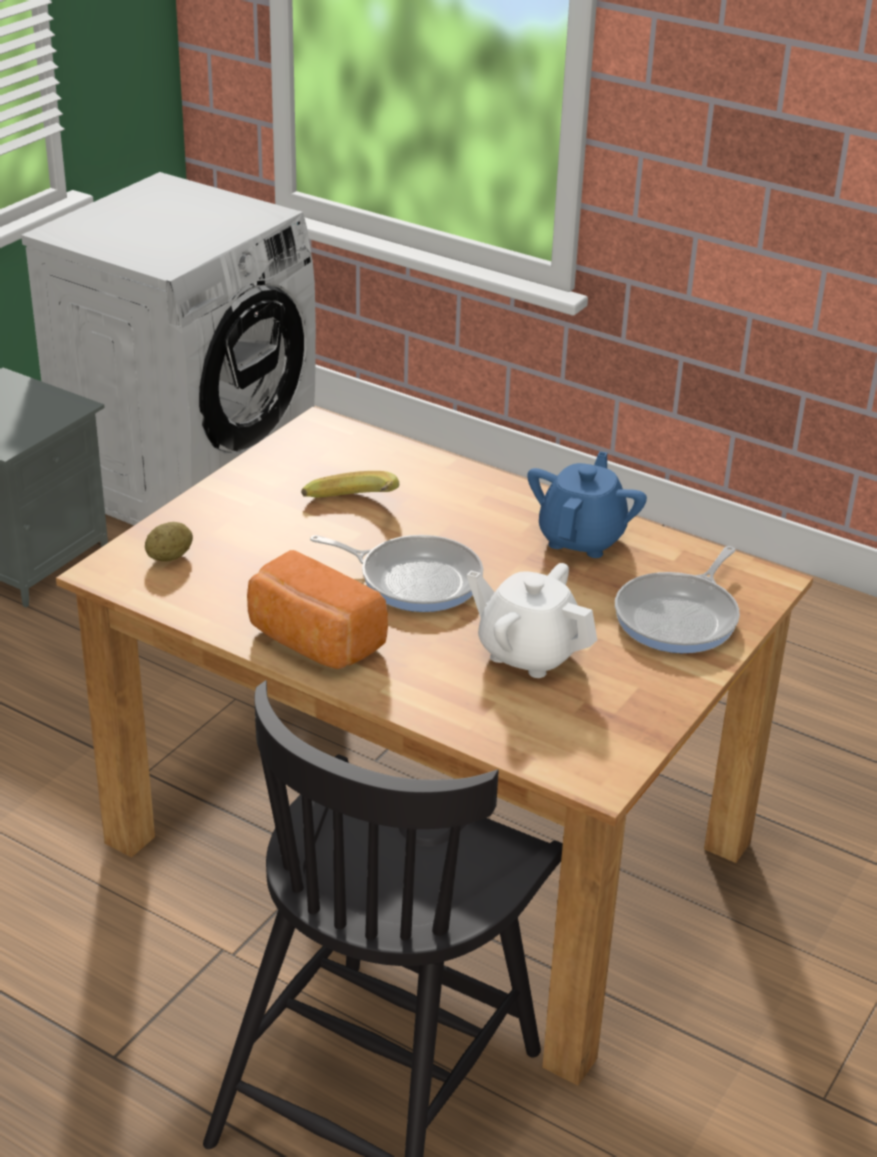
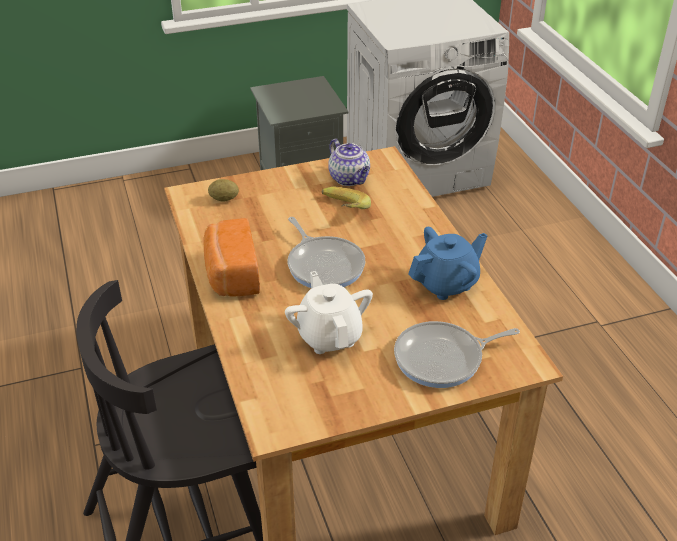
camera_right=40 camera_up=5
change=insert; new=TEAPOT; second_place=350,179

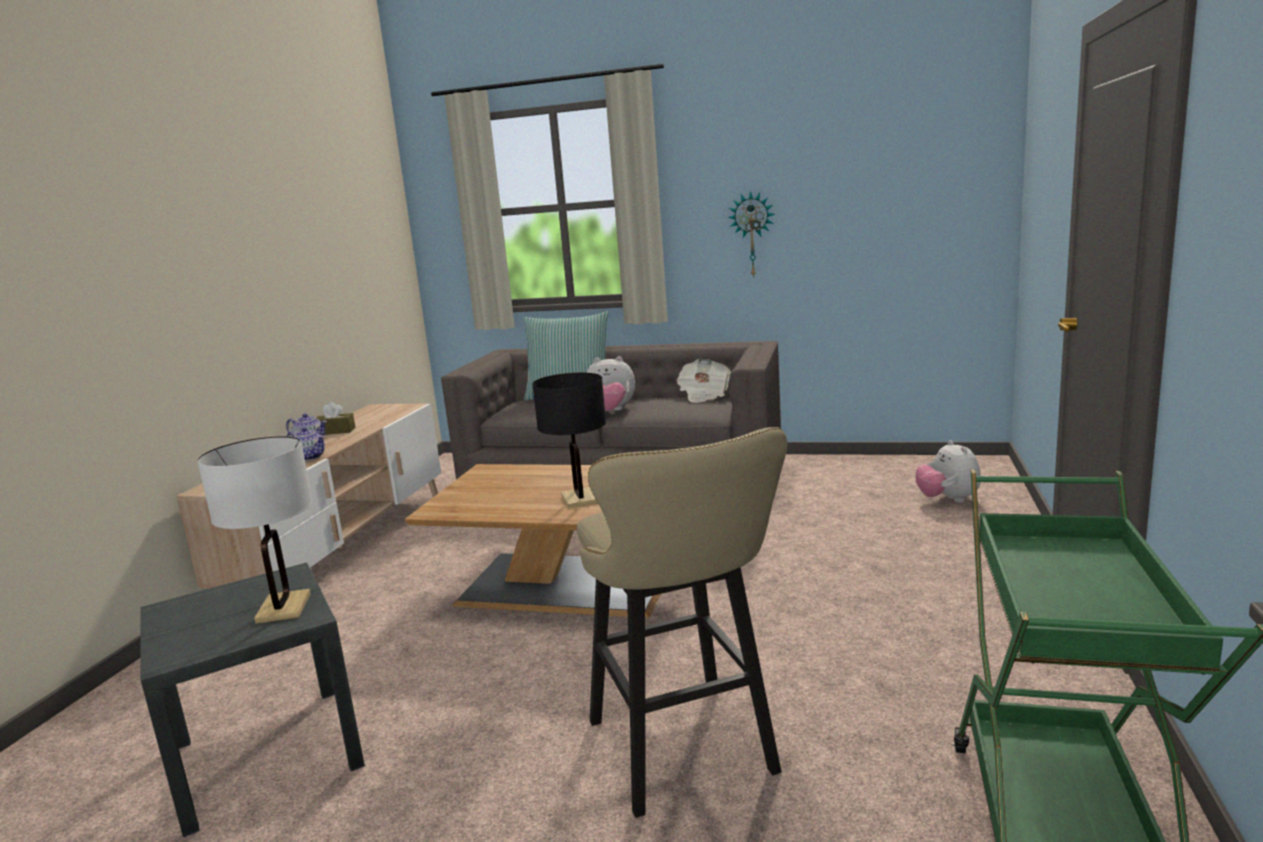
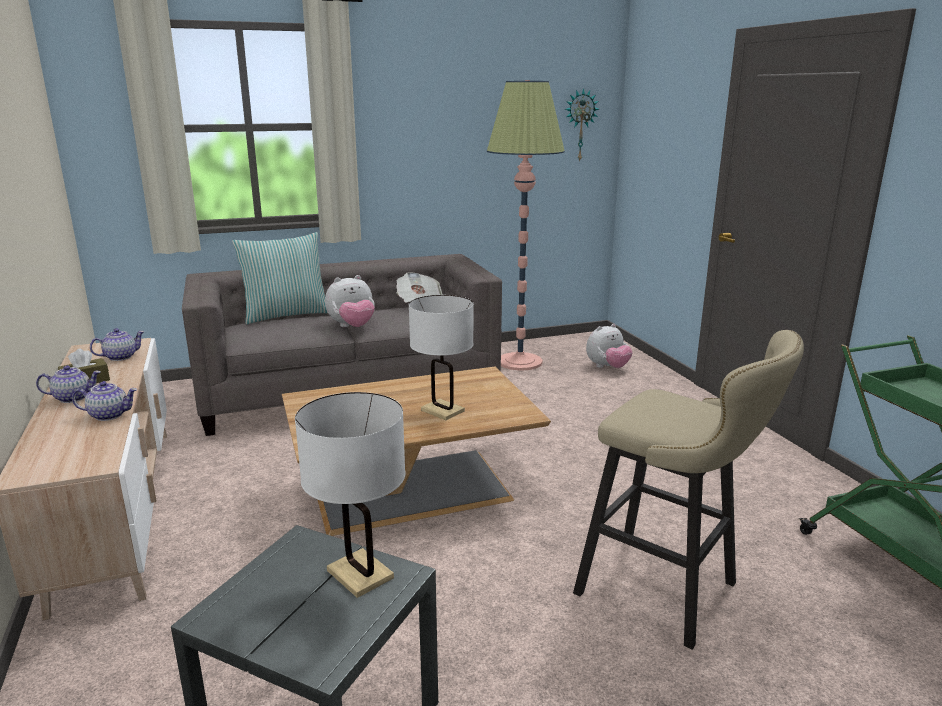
camera_right=-35 camera_up=5
change=recolor; old=BLACK TABLE LAMP; new=WHITE TABLE LAMP; first_place=579,499; second_place=442,411
change=move; old=WALL CLOCK; first_place=752,235; second_place=580,125
change=rotate; old=PLUSH TOY; first_place=947,500; second_place=607,367; degrees=-75
change=insert; new=TEAPOT; second_place=121,357
change=insert; new=FLOOR LAMP; second_place=520,362

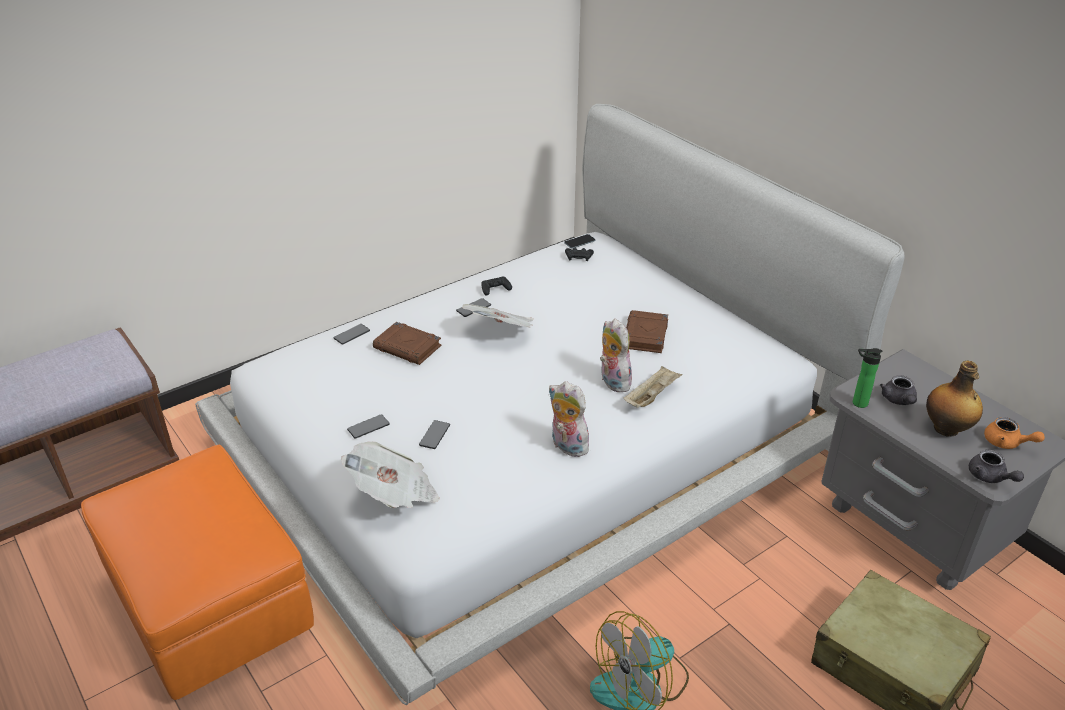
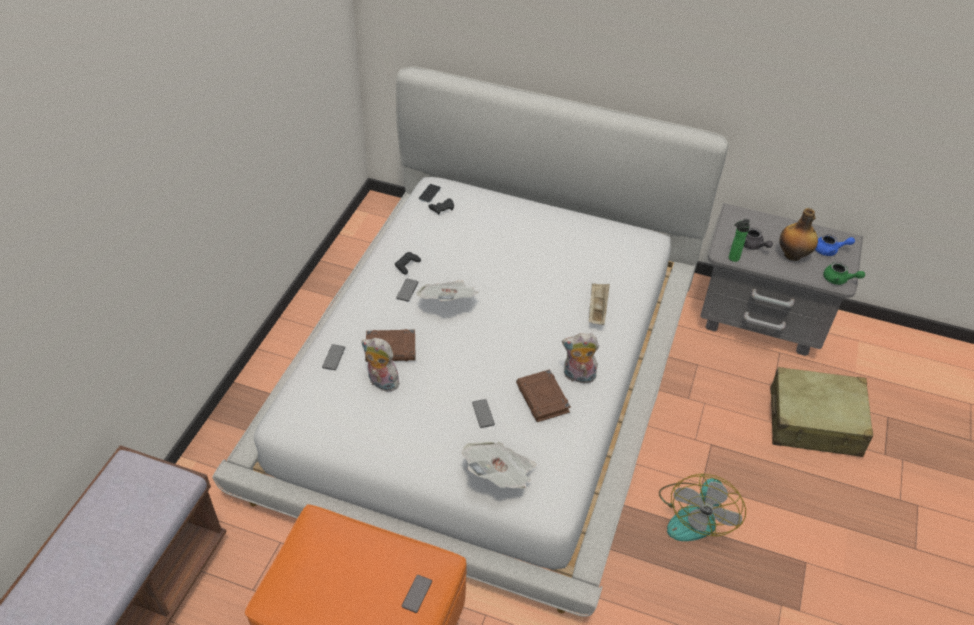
camera_right=-35 camera_up=10
change=move; old=PHONE; first_place=368,427; second_place=417,594
change=move; old=PLUSH TOY; first_place=612,381; second_place=381,382
change=move; old=BROWN BOOK; first_place=645,336; second_place=543,399
change=recolor; old=GREY TEAPOT; new=GREEN TEAPOT; first_place=990,477; second_place=839,280
change=recolor; old=ORANGE TEAPOT; new=BLUE TEAPOT; first_place=1006,443; second_place=829,250

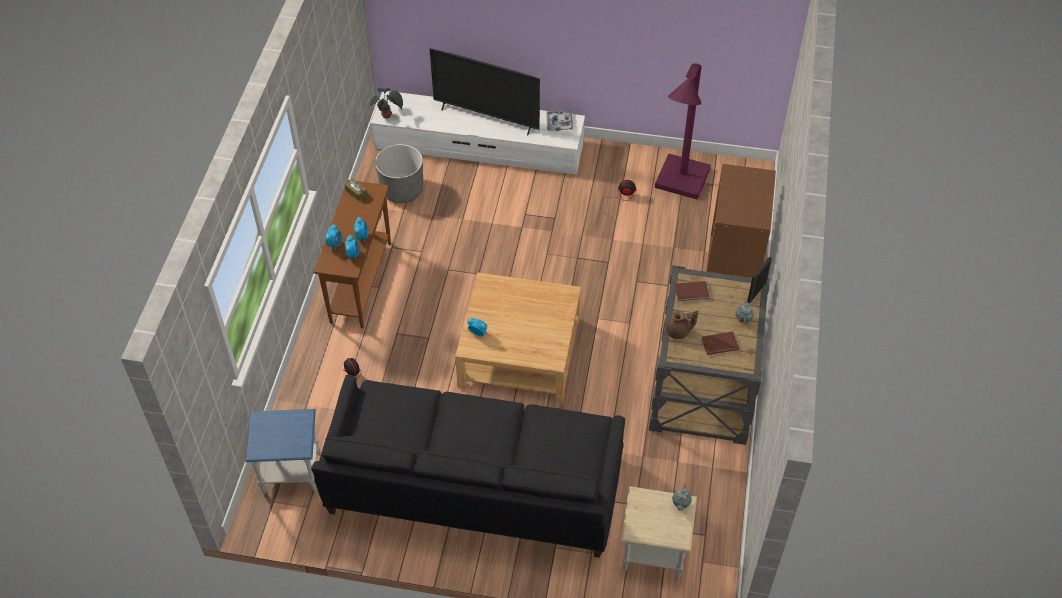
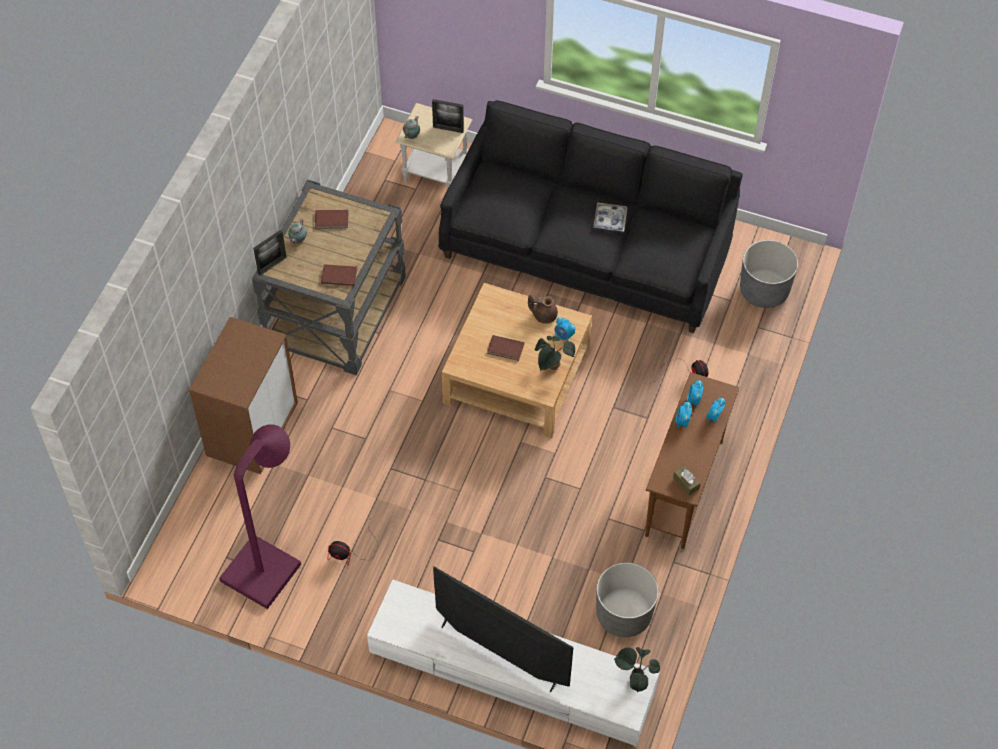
camera_right=-170 camera_up=5
change=replace; old=BLUE SIDE TABLE; new=GREY PLANTER; first_place=290,471; second_place=764,290
change=move; old=TRAY; first_place=559,123; second_place=610,220
change=move; old=BROWN TEAPOT; first_place=679,332; second_place=543,315
change=insert; new=PICTURE FRAME; second_place=448,129
change=insert; new=BROWN BOOK; second_place=505,349
change=insert; new=POTTED PLANT; second_place=552,367

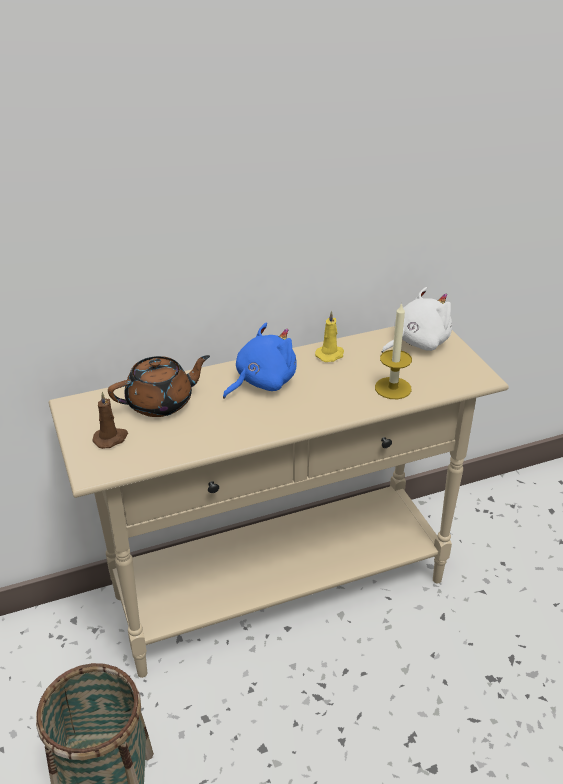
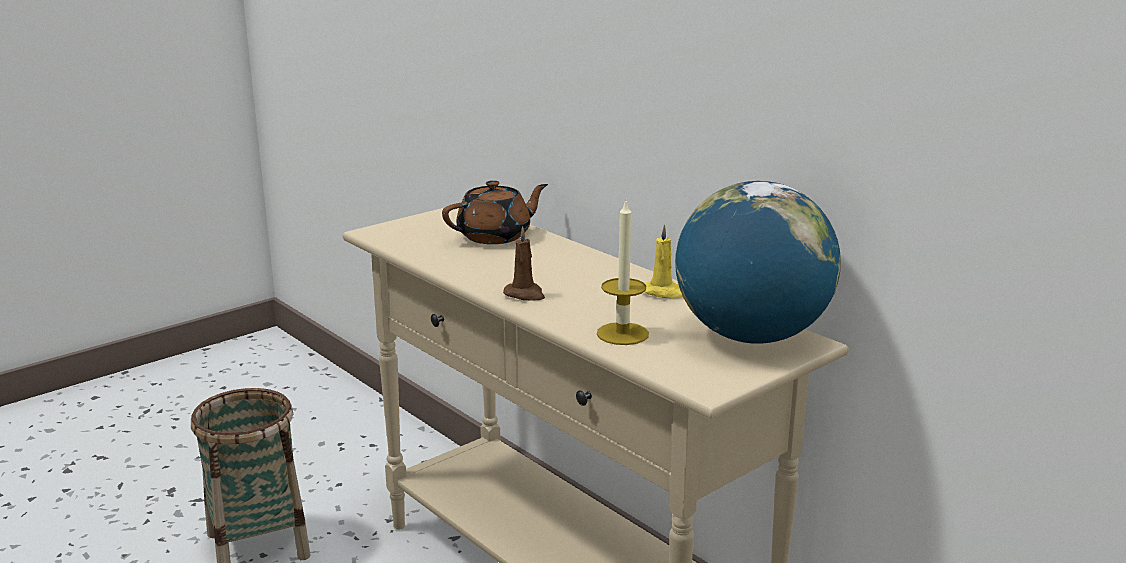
camera_right=70 camera_up=-15
change=move; old=BROWN CANDLE; first_place=111,438; second_place=525,294
change=rotate; old=BROWN TEAPOT; first_place=161,403; second_place=496,236; degrees=-75
change=delete; old=BLUE PLUSH TOY; first_place=262,382
change=replace; old=WHITE PLUSH TOY; new=GLOBE; first_place=417,342; second_place=751,336

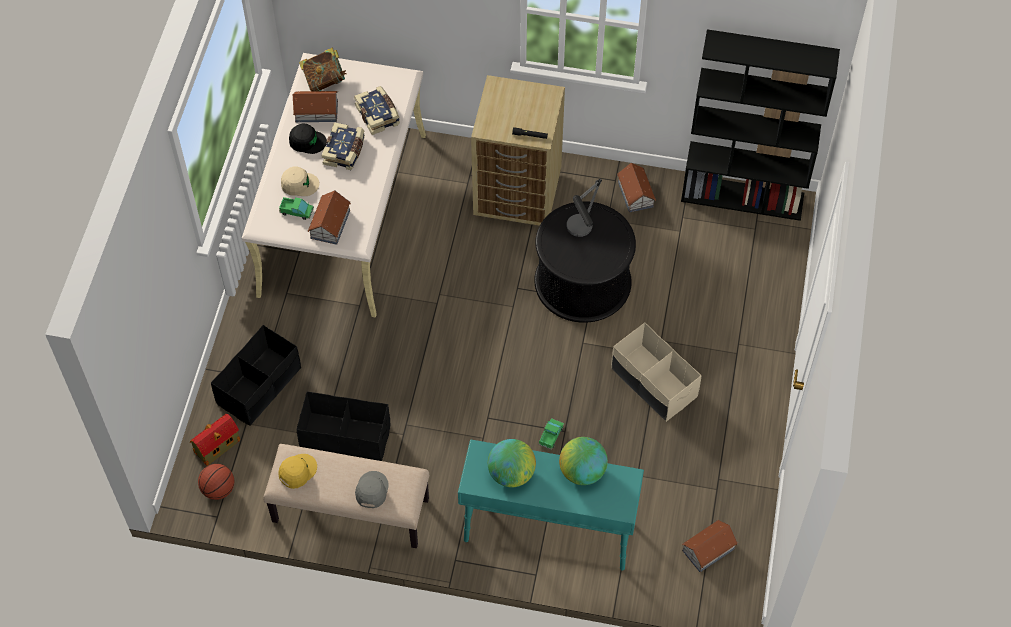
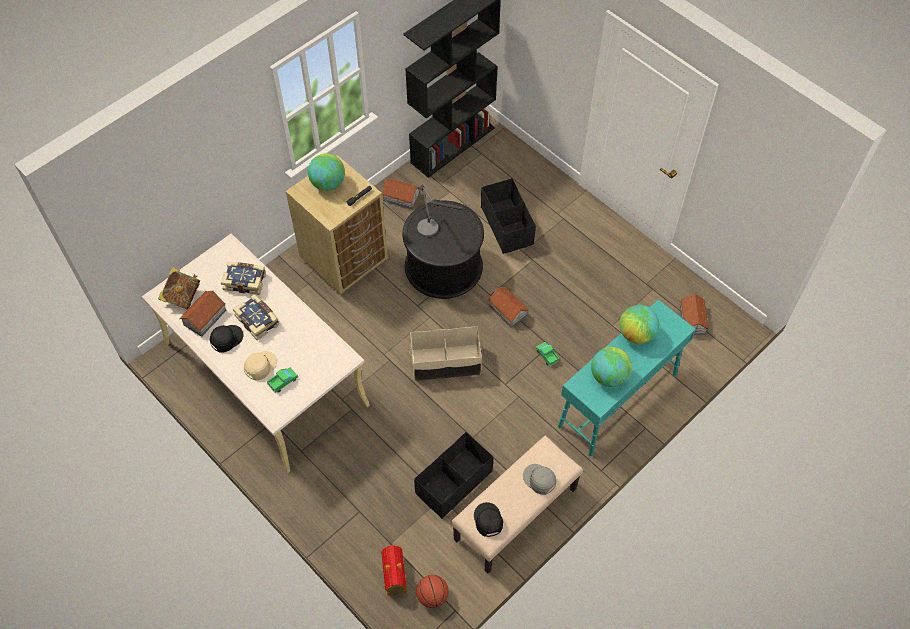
camera_right=-55 camera_up=0
change=move; old=BLACK STORAGE BOX; first_place=259,386; second_place=507,225
change=recolor; old=YELLOW CAP; new=BLACK CAP; first_place=297,471; second_place=488,520
change=move; old=TOY HOUSE; first_place=329,224; second_place=508,311
change=move; old=BEIGE STORAGE BOX; first_place=653,383; second_place=446,363
change=insert; new=GLOBE; second_place=328,183

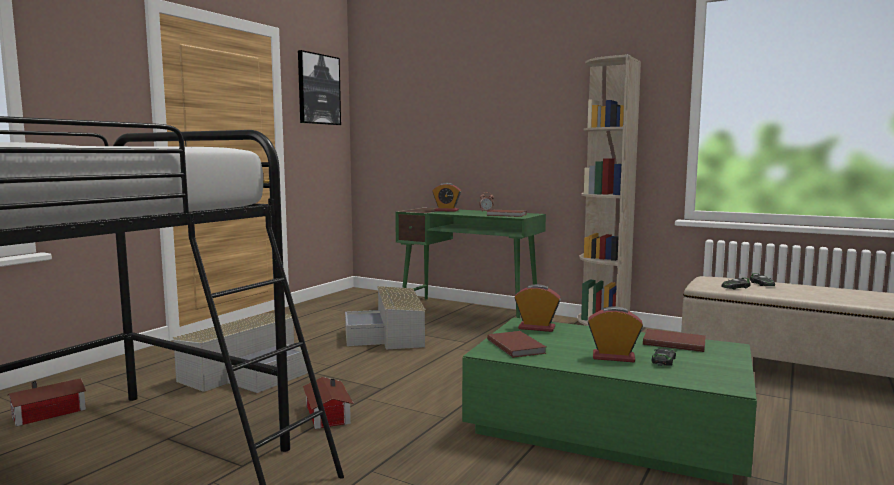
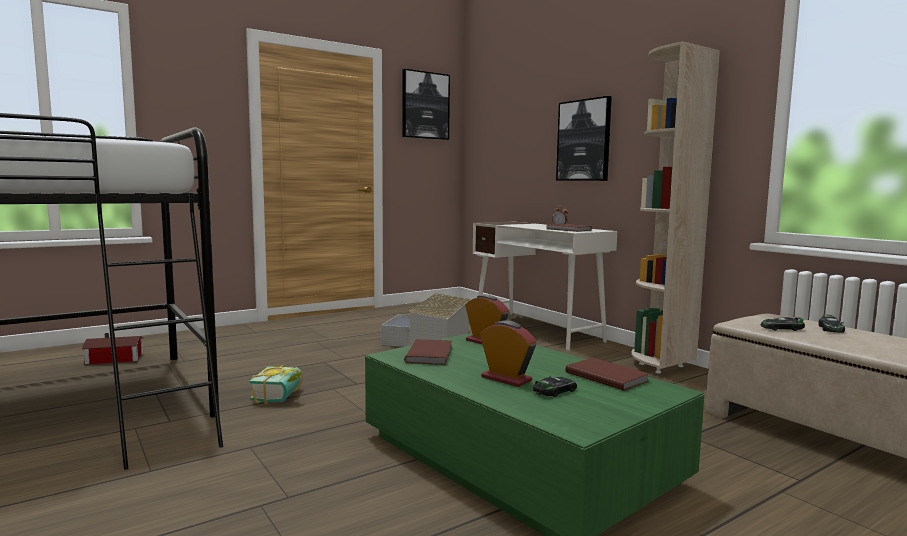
camera_right=25 camera_up=0
change=delete; old=GREY STORAGE BOX; first_place=249,372
change=replace; old=TOY HOUSE; new=BOOK; first_place=326,415; second_place=282,396
change=recolor; old=GREEN DESK; new=WHITE DESK; first_place=469,311; second_place=536,330
change=delete; old=ALARM CLOCK; first_place=446,210
change=insert; new=PICTURE; second_place=584,140

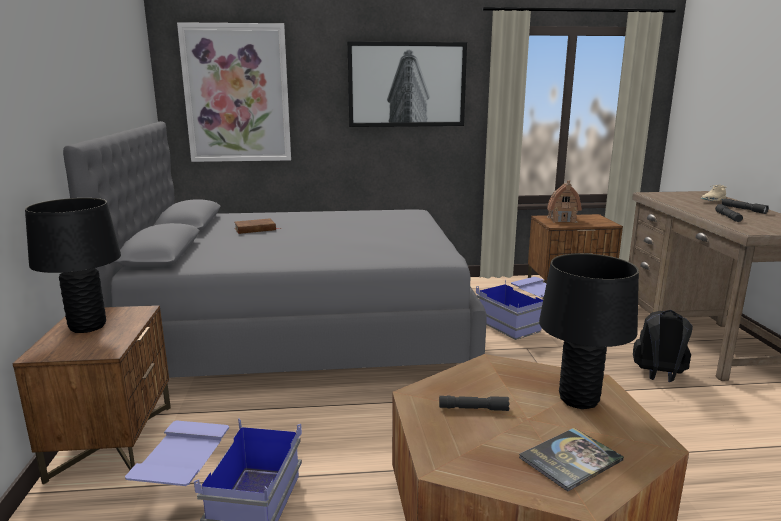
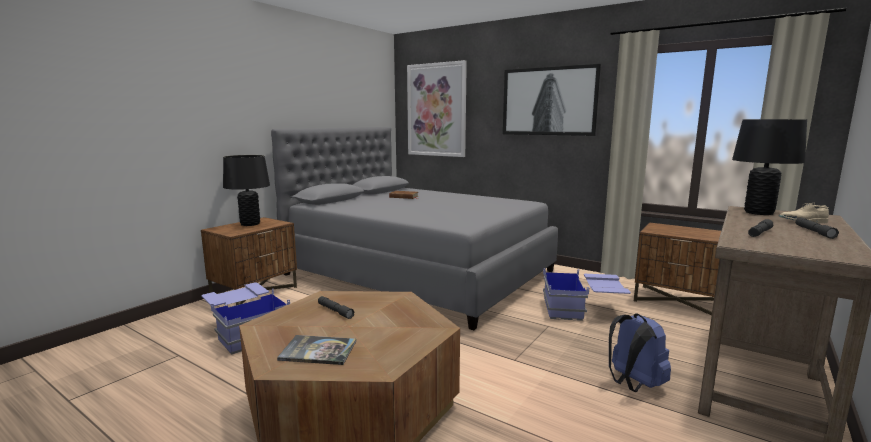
camera_right=40 camera_up=-5
change=move; old=BLACK TABLE LAMP; first_place=578,400; second_place=758,213
change=delete; old=TOY HOUSE; first_place=562,219
change=recolor; old=BLACK BACKPACK; new=BLUE BACKPACK; first_place=659,376; second_place=633,384

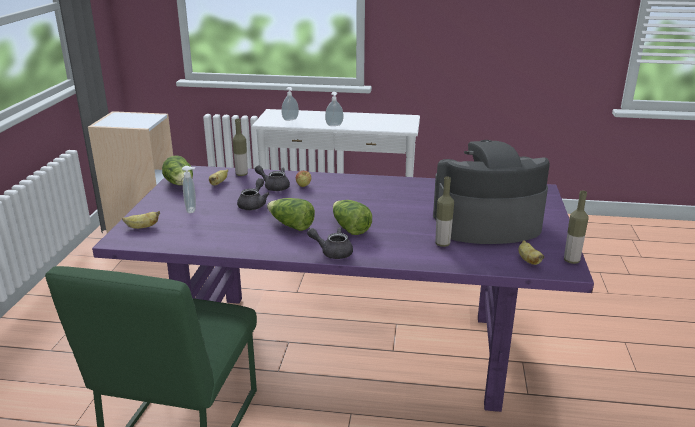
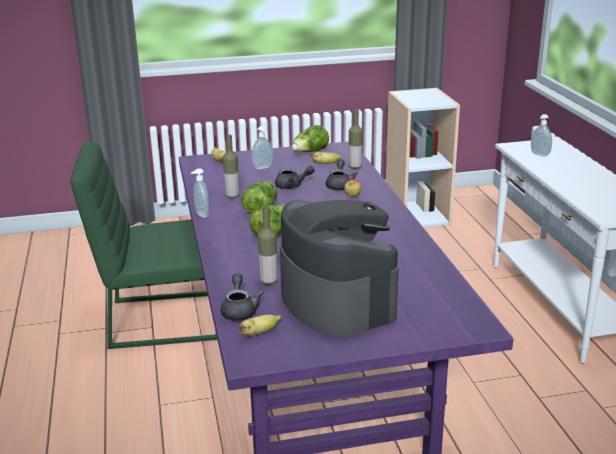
camera_right=70 camera_up=0
change=move; old=GREY TEAPOT; first_place=332,252; second_place=239,310
change=move; old=SOAP DISPENSER; first_place=334,125; second_place=201,215
change=move; old=BOTTLE; first_place=571,260; second_place=232,196

